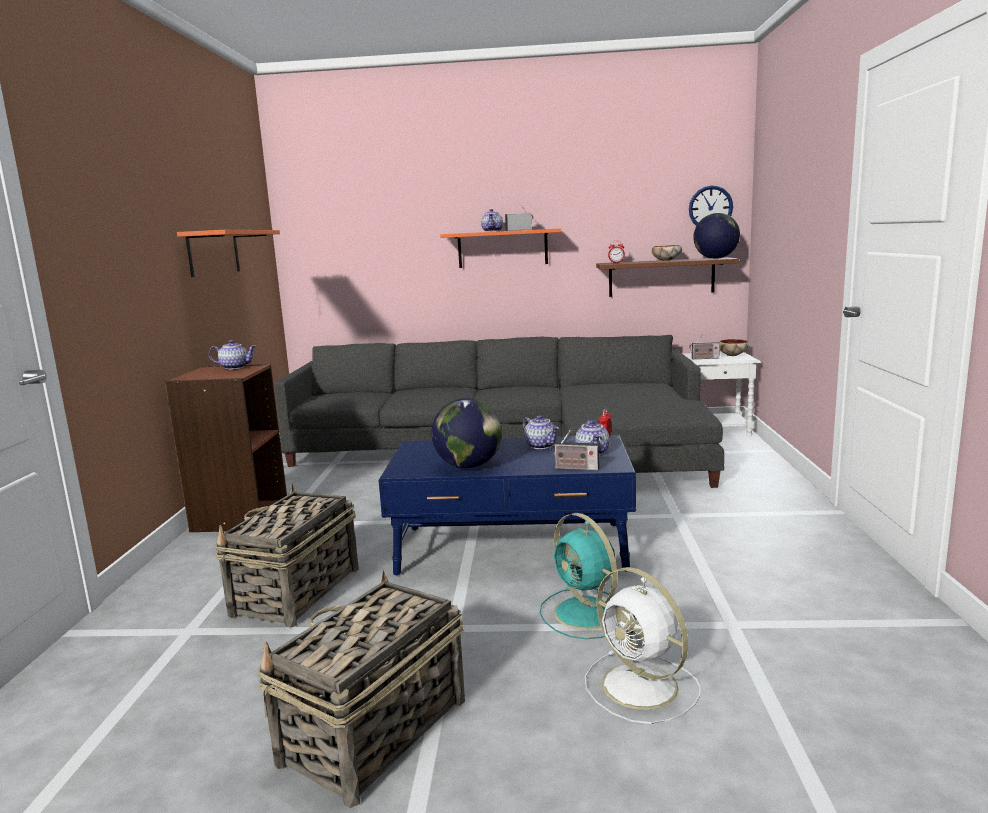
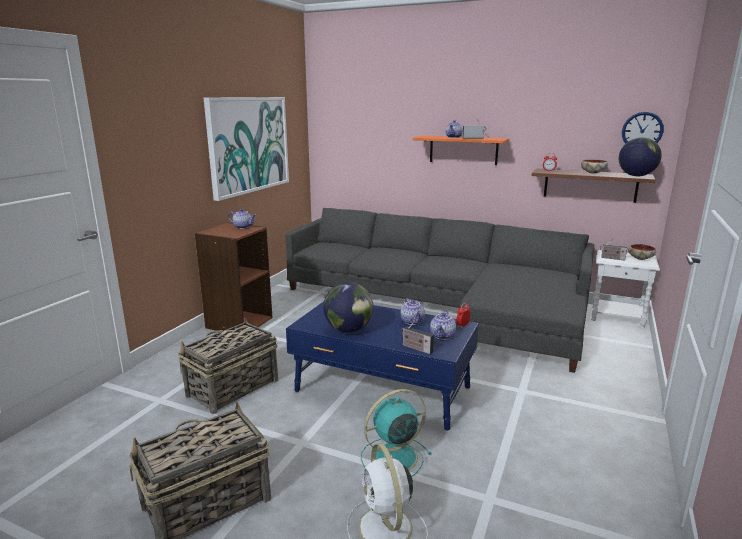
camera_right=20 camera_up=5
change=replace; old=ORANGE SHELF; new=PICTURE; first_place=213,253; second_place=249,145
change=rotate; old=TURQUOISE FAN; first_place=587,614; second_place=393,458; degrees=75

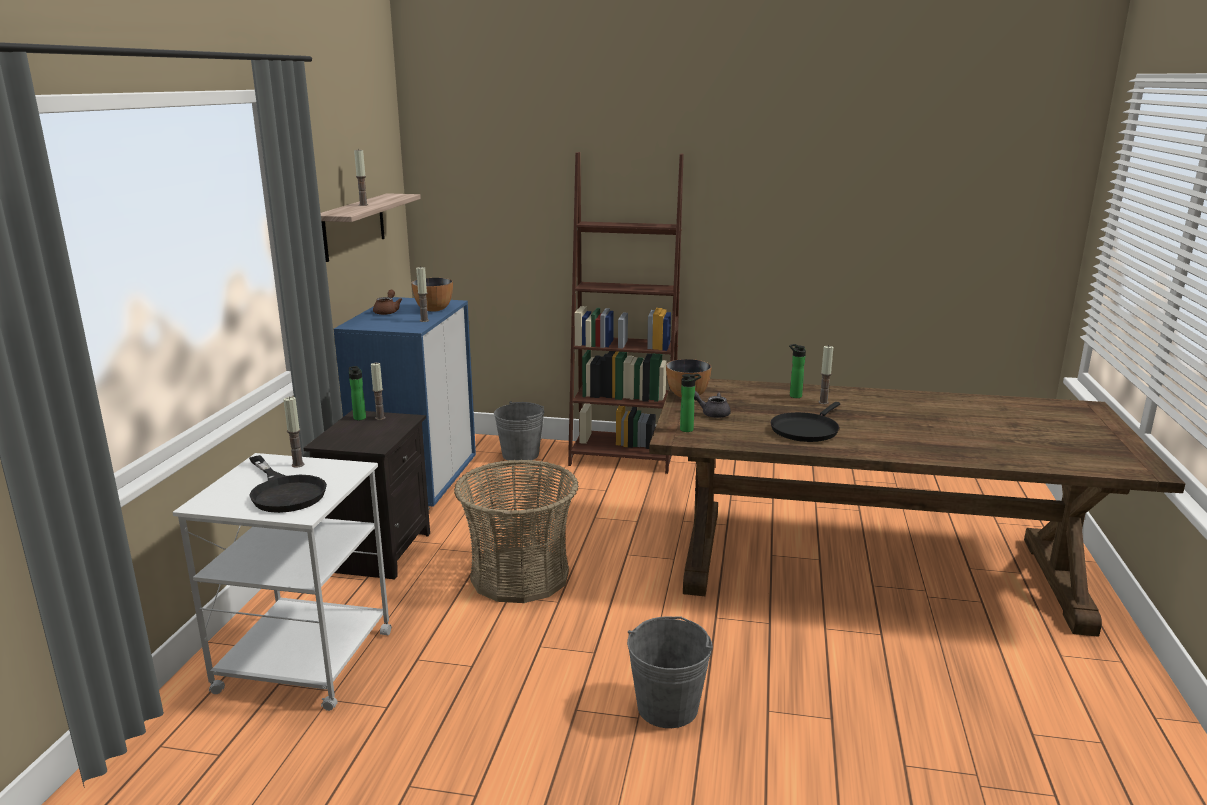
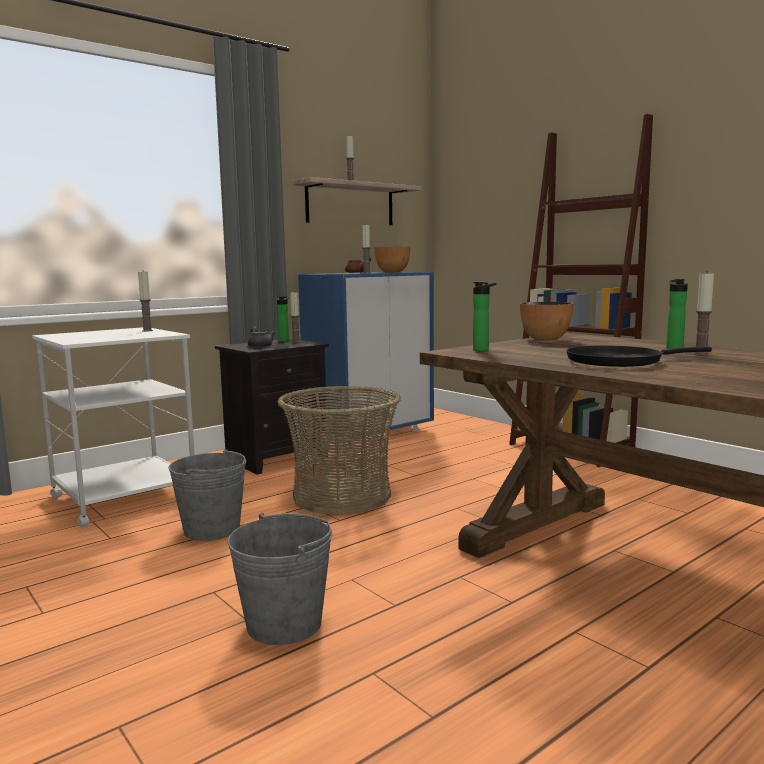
camera_right=40 camera_up=-10
change=delete; old=BLACK FRYING PAN; first_place=284,492
change=move; old=GREY BUCKET; first_place=520,455; second_place=212,529
change=move; old=GREY TEAPOT; first_place=712,413; second_place=259,346

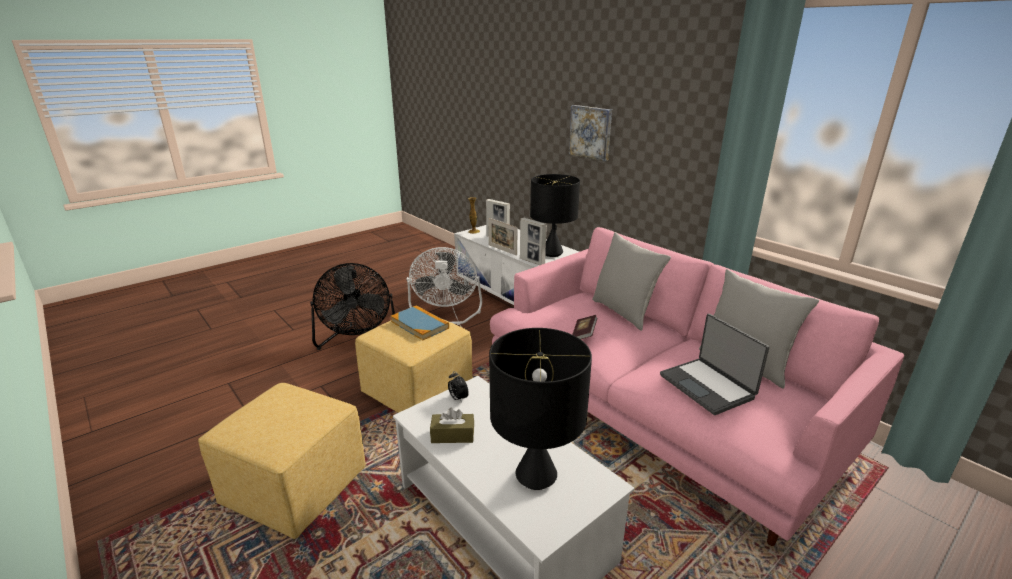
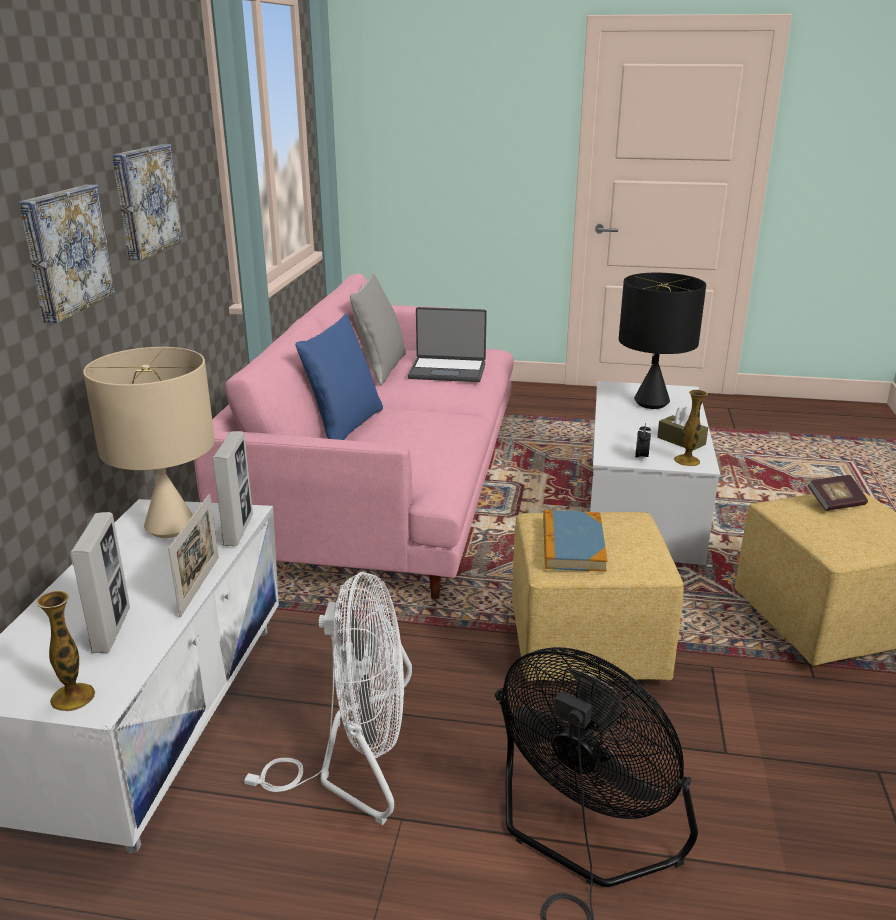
camera_right=-130 camera_up=0
change=rotate; old=WHITE FAN; first_place=447,320; second_place=355,755; degrees=-135
change=recolor; old=BLACK TABLE LAMP; new=BEIGE TABLE LAMP; first_place=552,254; second_place=170,528
change=move; old=BOOK; first_place=583,334; second_place=835,503
change=recolor; old=GREY PILLOW; new=BLUE PILLOW; first_place=624,312; second_place=344,427
change=rotate; old=LAPTOP; first_place=707,386; second_place=447,371; degrees=75
change=insert; new=PICTURE; second_place=144,200
change=insert; new=VASE; second_place=687,461

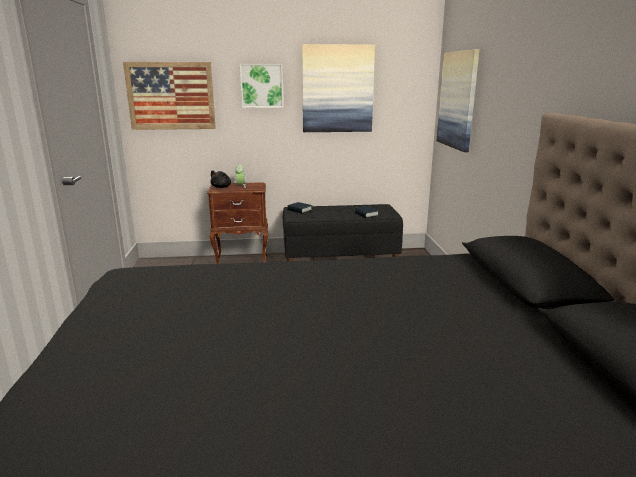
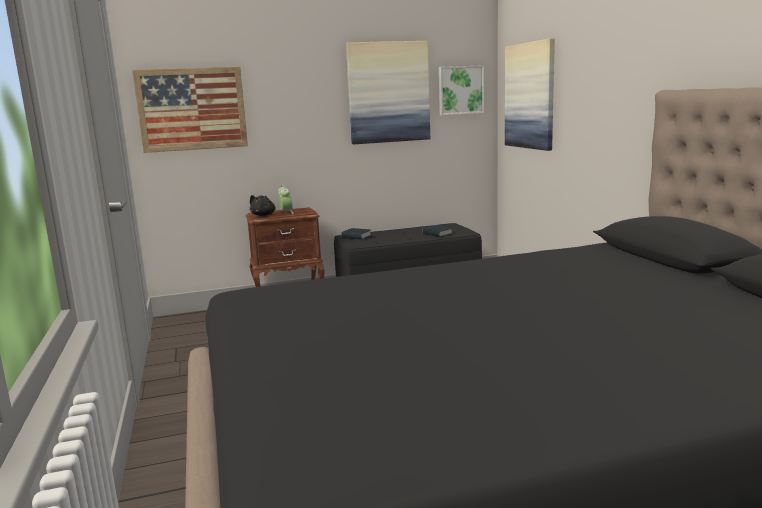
camera_right=-10 camera_up=-5
change=move; old=PICTURE; first_place=262,85; second_place=460,90

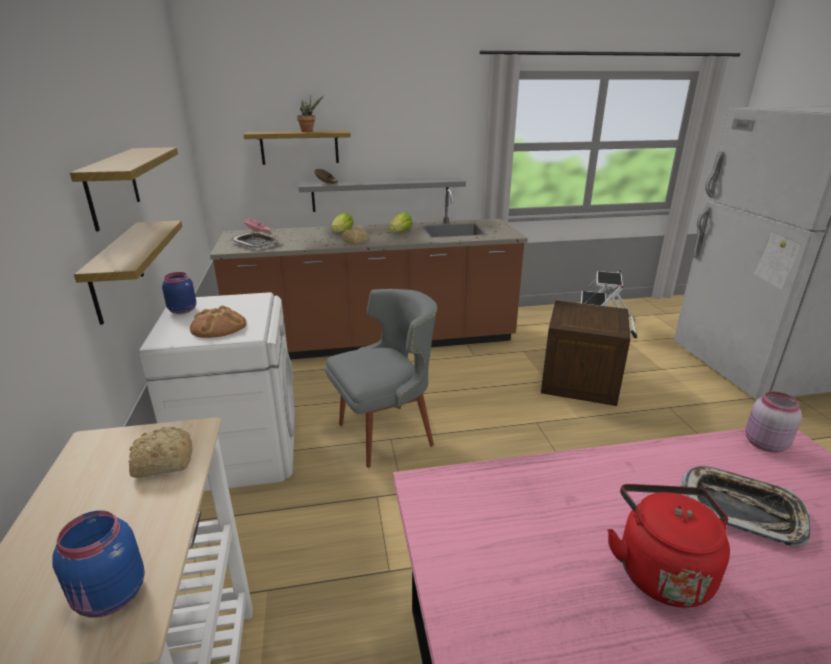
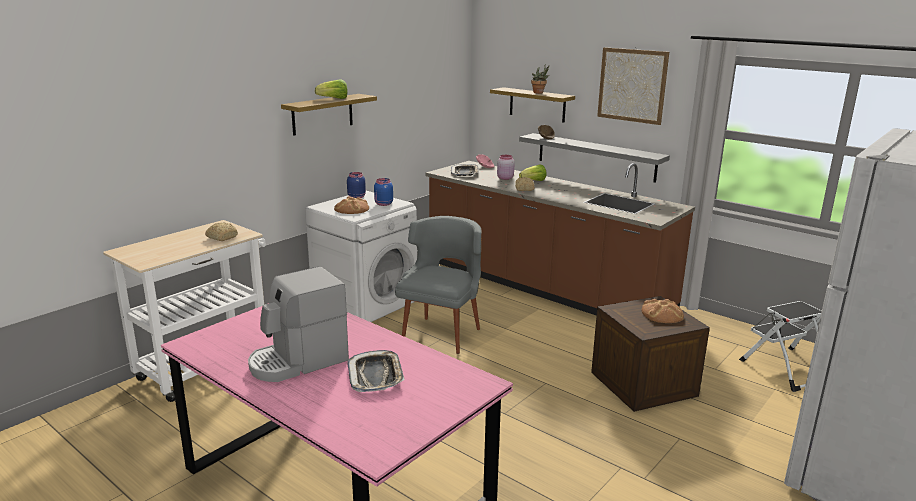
camera_right=50 camera_up=-5
change=move; old=BLUE JAR; first_place=110,597; second_place=383,204
change=delete; old=SHELF; first_place=116,271
change=rotate; old=GREY CHAIR; first_place=384,435; second_place=440,336; degrees=-90
change=move; old=LETTUCE; first_place=400,232; second_place=333,99
change=replace; old=RED KETTLE; new=COFFEE MACHINE; first_place=660,569; second_place=298,361
change=move; old=PINK JAR; first_place=763,444; second_place=505,178
change=insert; new=PICTURE; second_place=632,84
change=insert; new=BREAD; second_place=662,314

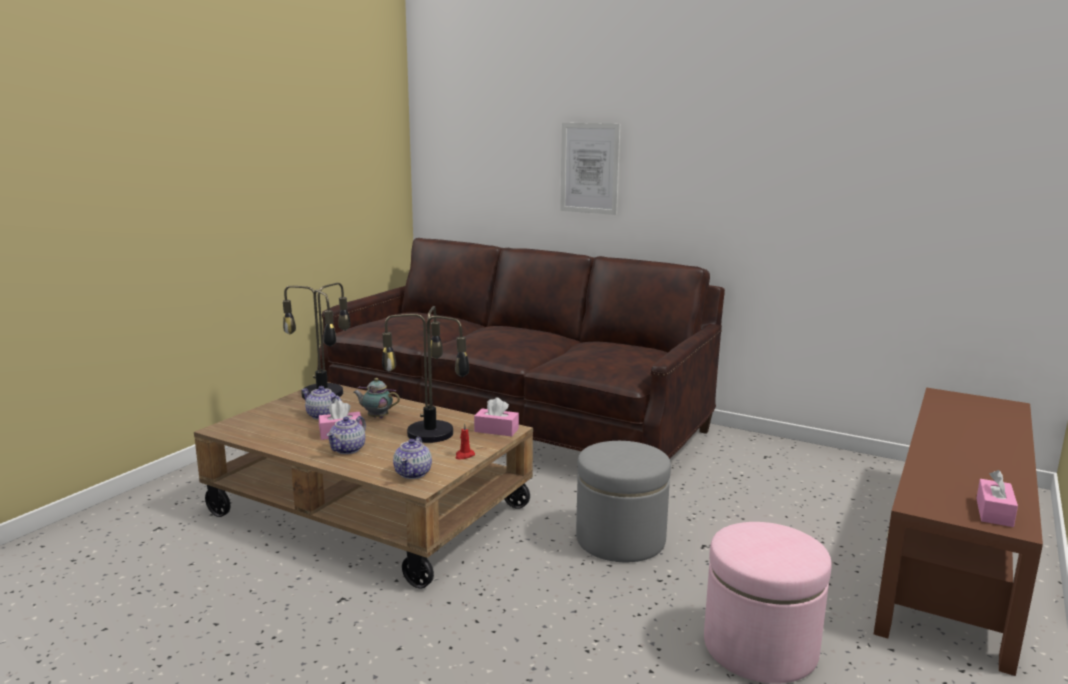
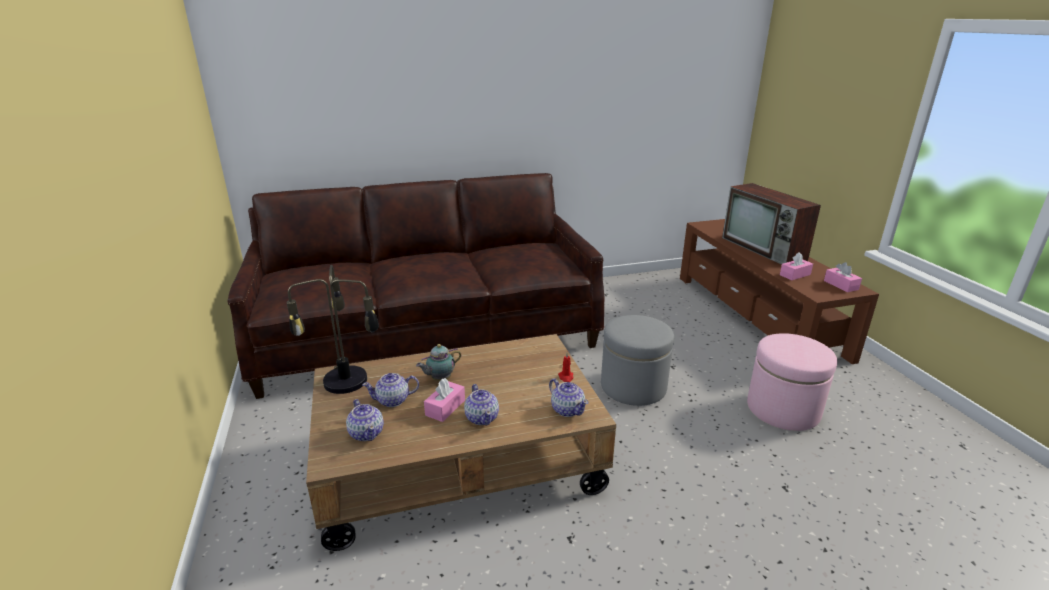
camera_right=-45 camera_up=10
change=delete; old=TABLE LAMP; first_place=431,433
change=move; old=PINK TISSUE BOX; first_place=496,430; second_place=795,275
change=delete; old=PICTURE; first_place=589,168
change=insert; new=TEAPOT; second_place=366,433
change=insert; new=TELEVISION; second_place=764,249

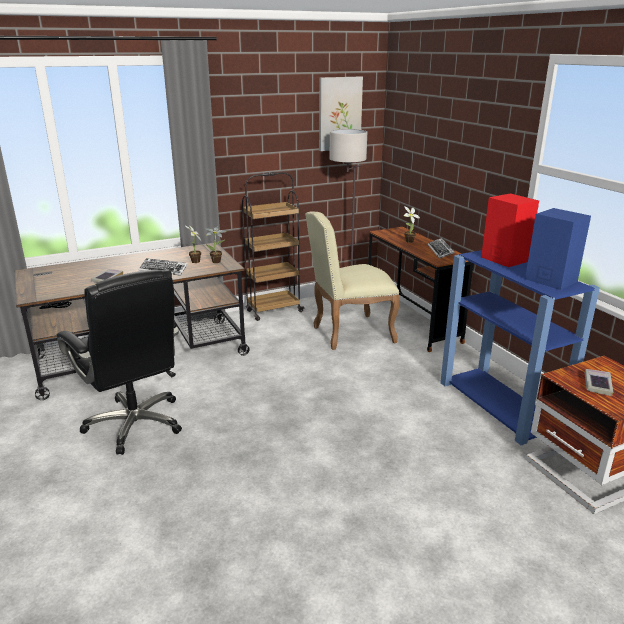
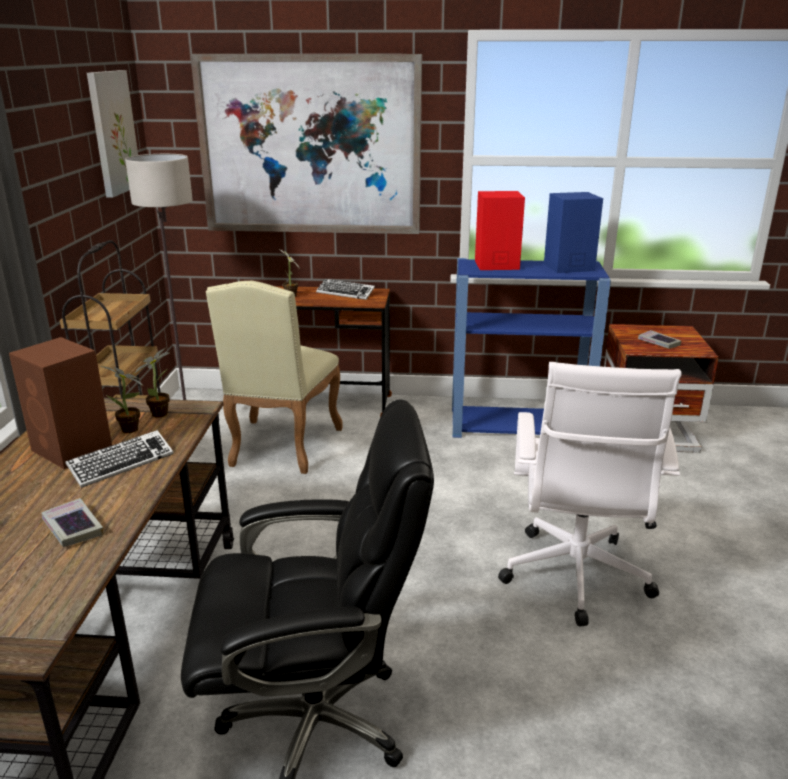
camera_right=-60 camera_up=0
change=insert; new=BROWN SPEAKER; second_place=73,450
change=insert; new=PICTURE; second_place=310,145
change=insert; new=WHITE OFFICE CHAIR; second_place=575,580

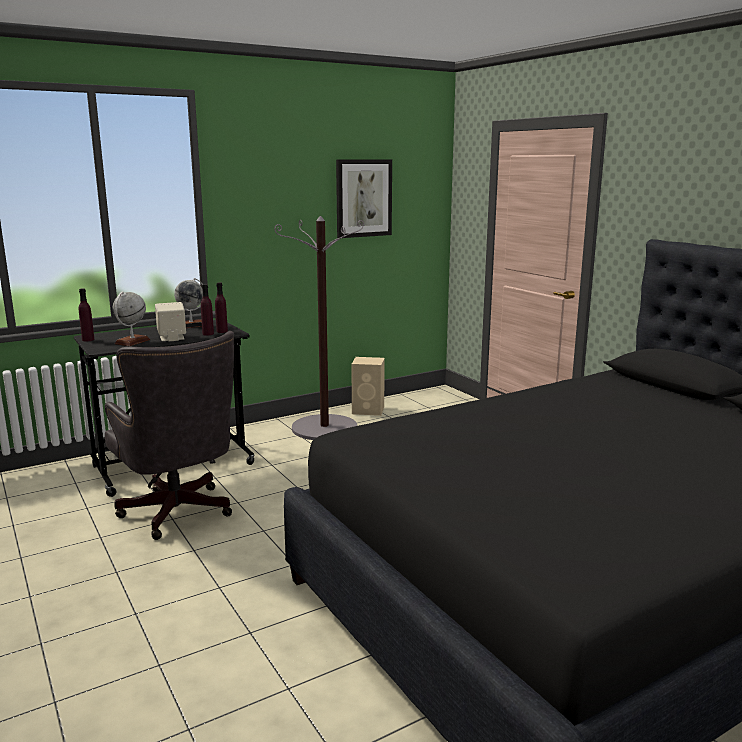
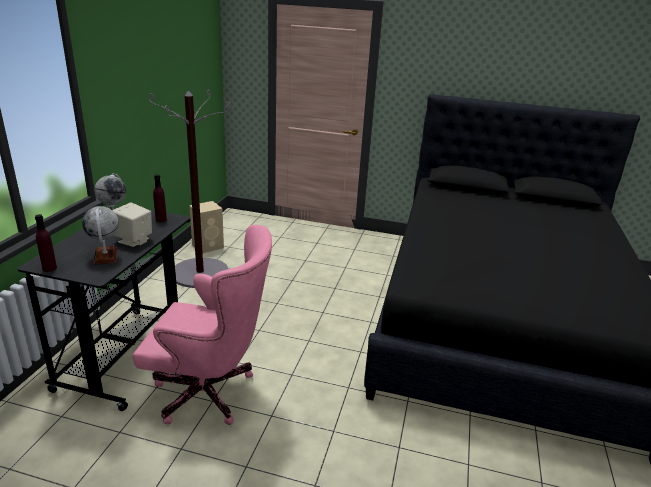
camera_right=-45 camera_up=10
change=recolor; old=GREY OFFICE CHAIR; new=PINK OFFICE CHAIR; first_place=179,513; second_place=210,394
change=delete; old=PURPLE BOTTLE; first_place=208,334
change=delete; old=PICTURE; first_place=363,198

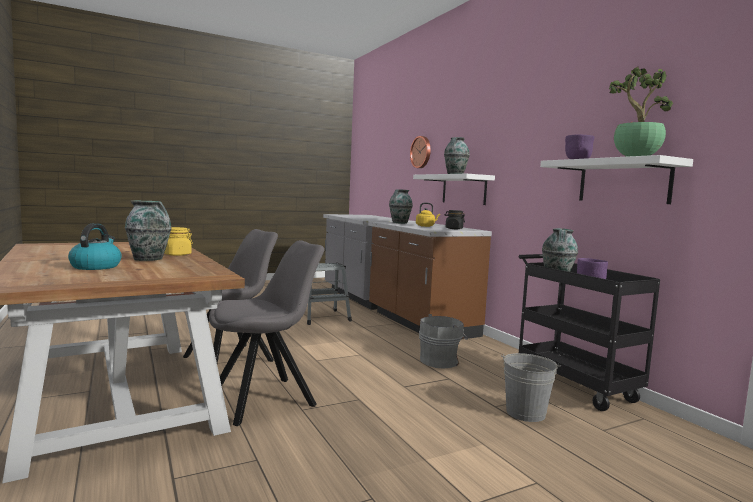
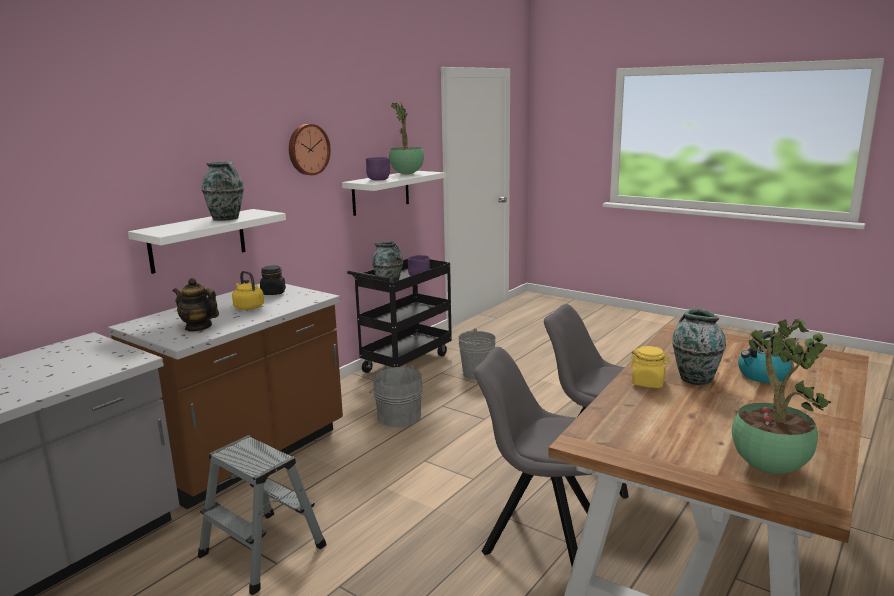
camera_right=-115 camera_up=10
change=replace; old=VASE; new=TEAPOT; first_place=399,223; second_place=198,327
change=move; old=WALL CLOCK; first_place=421,152; second_place=308,149
change=insert; new=POTTED PLANT; second_place=767,467

